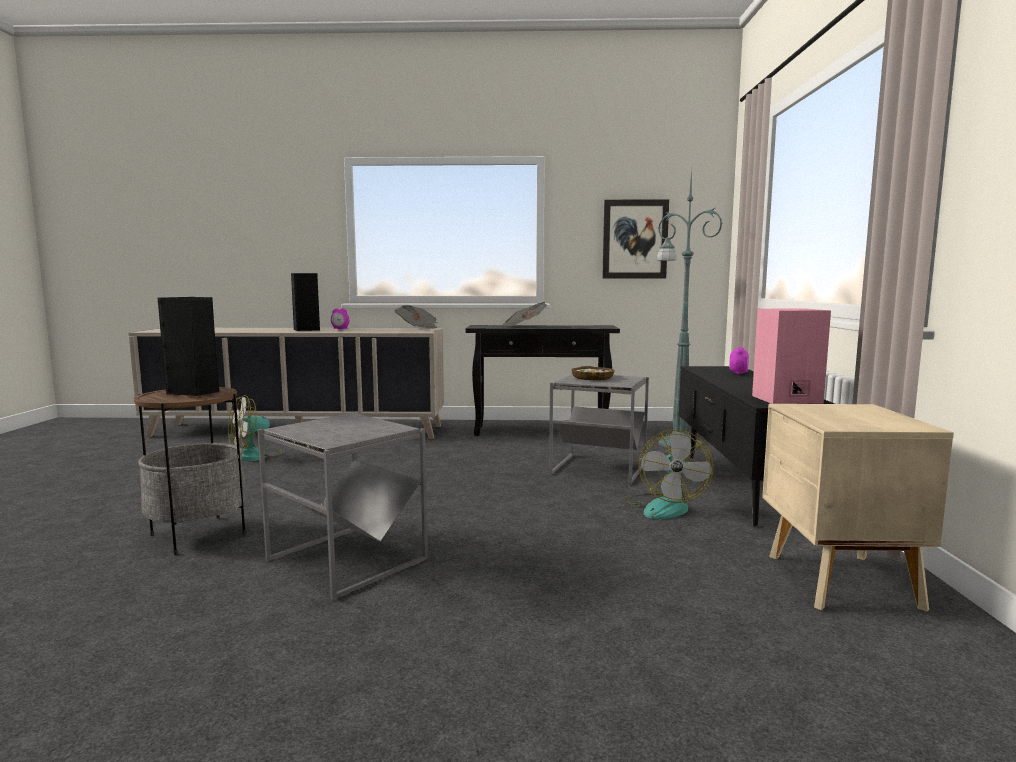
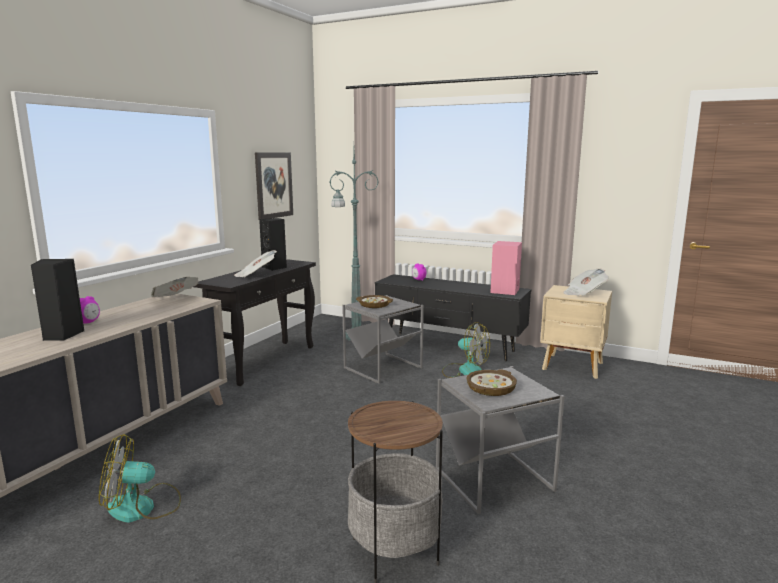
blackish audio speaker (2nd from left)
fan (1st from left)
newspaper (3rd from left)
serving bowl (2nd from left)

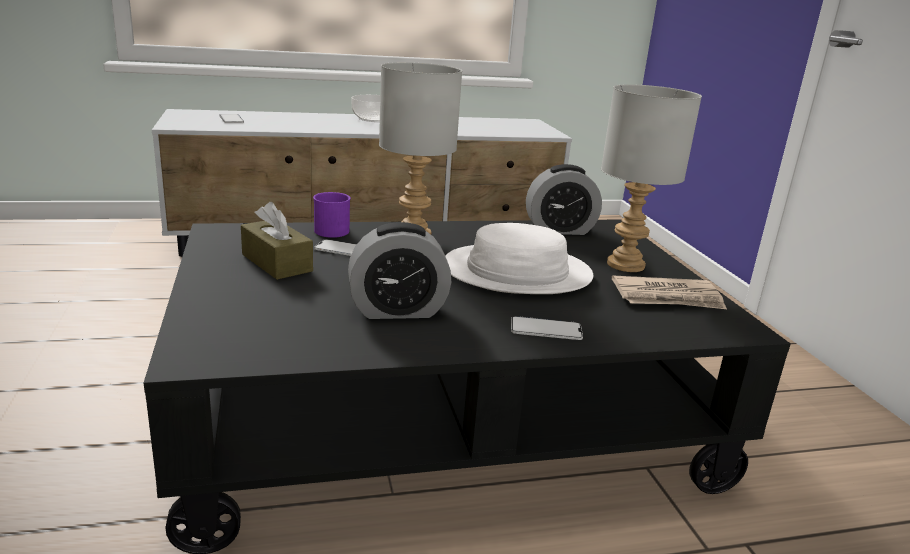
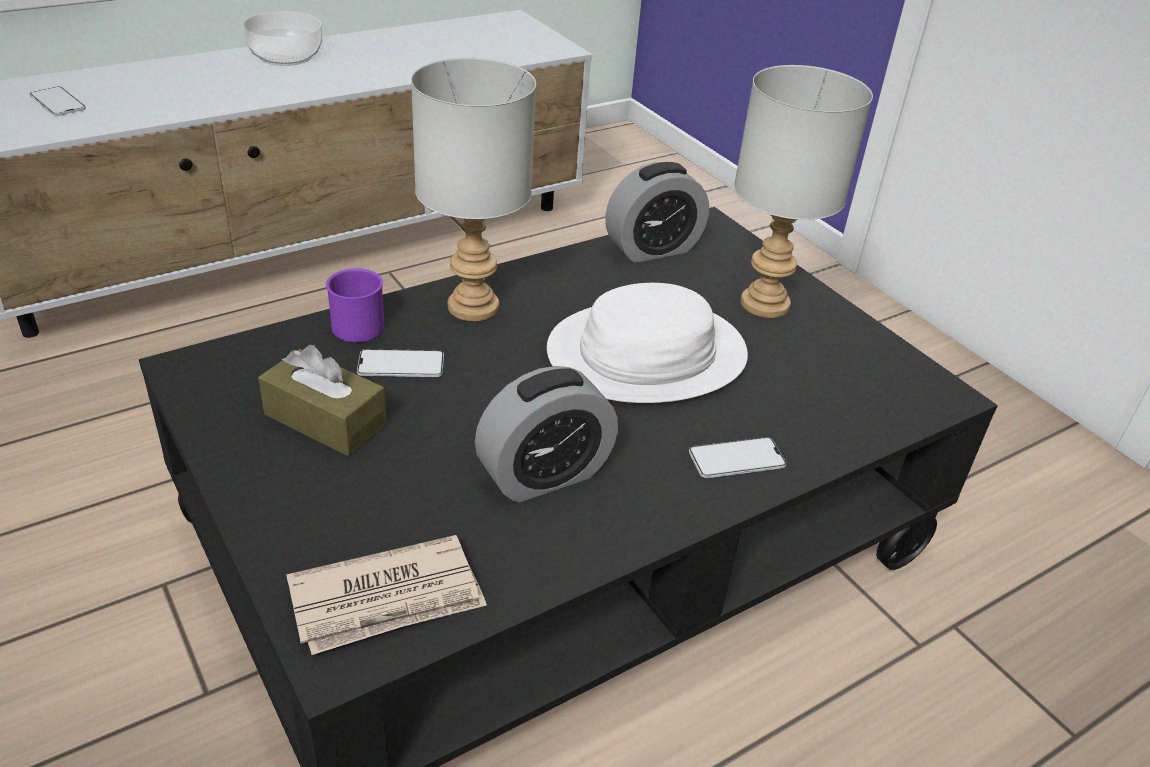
newspaper

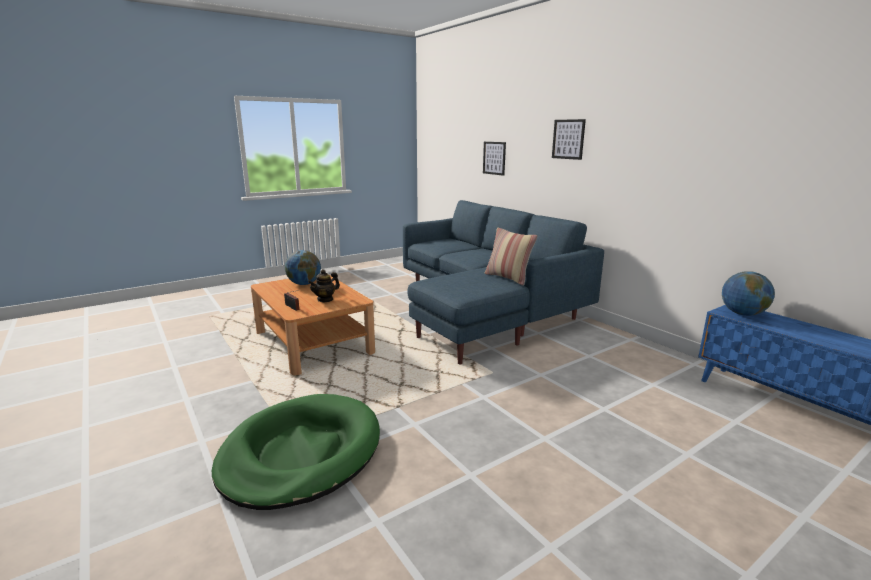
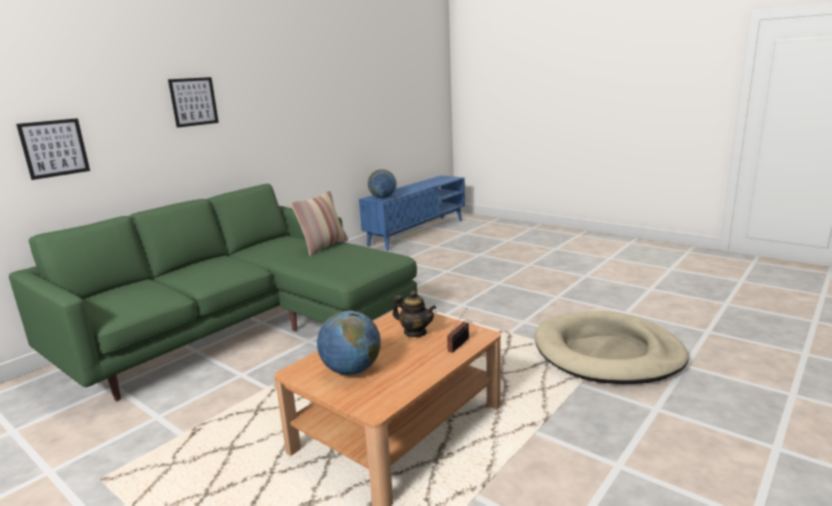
green-coloured settee
sand-coloured dog bed

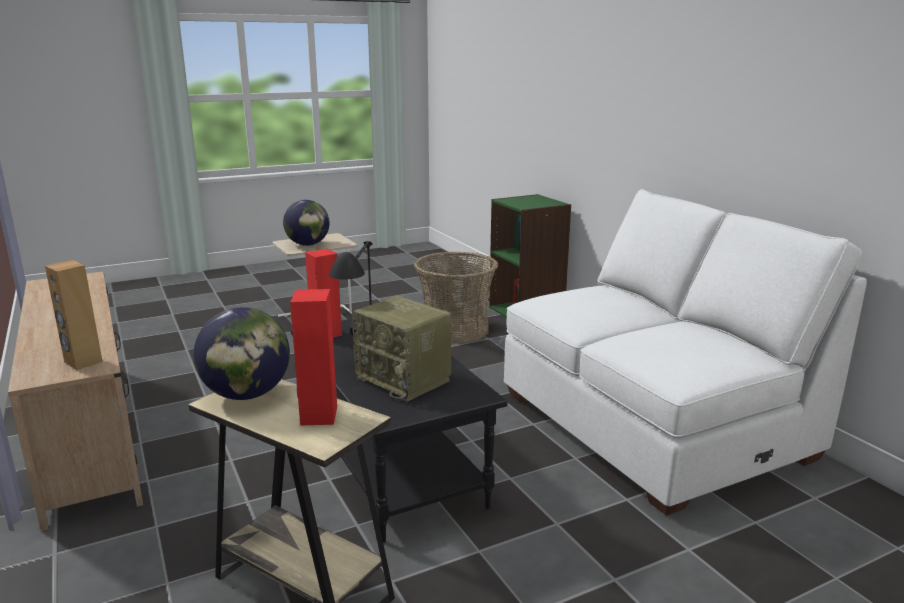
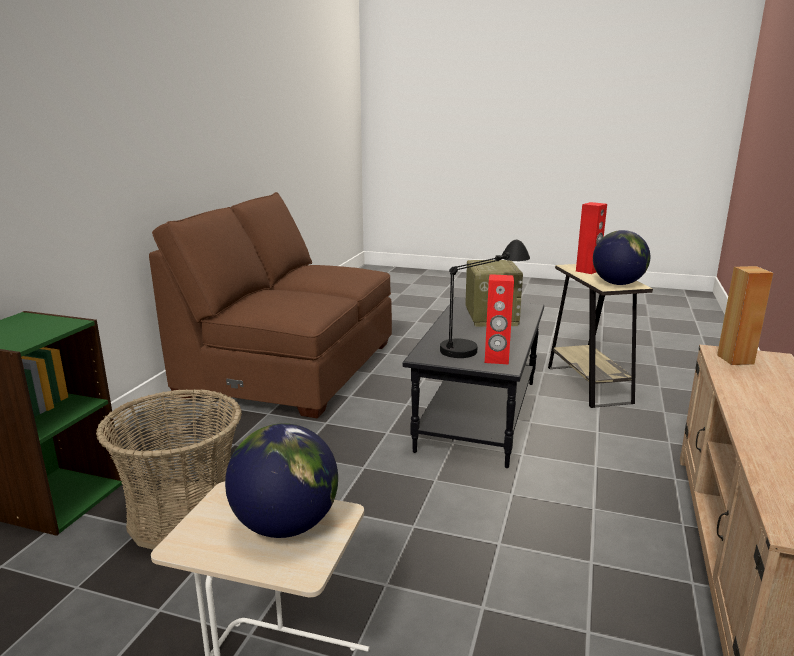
brown settee

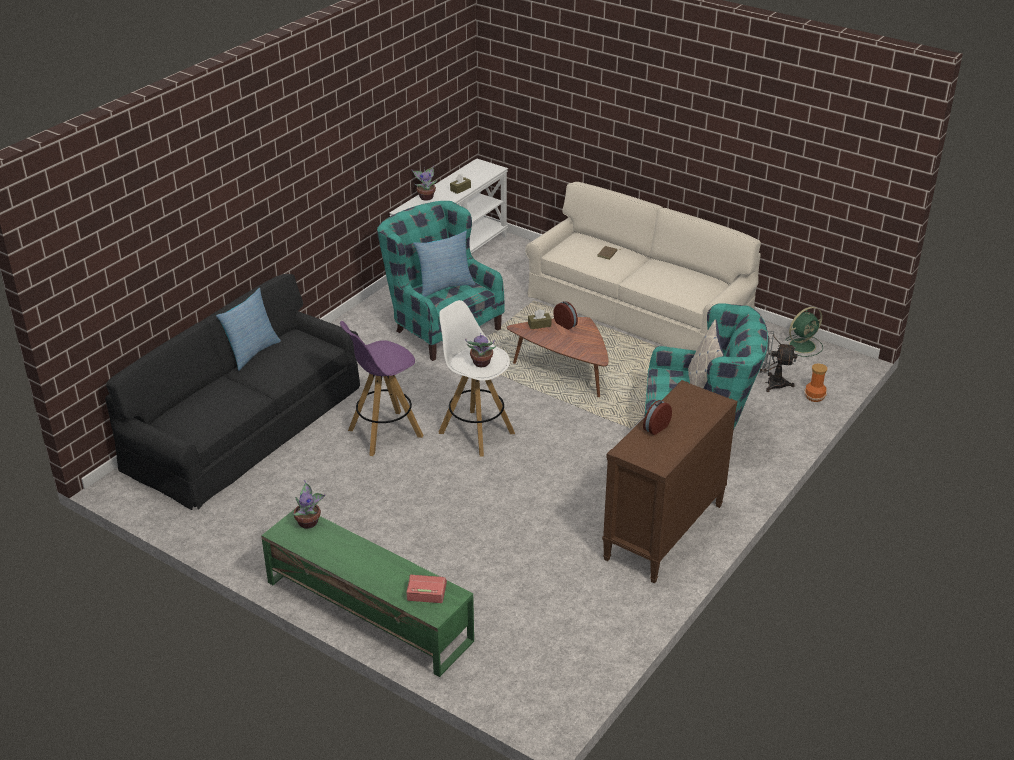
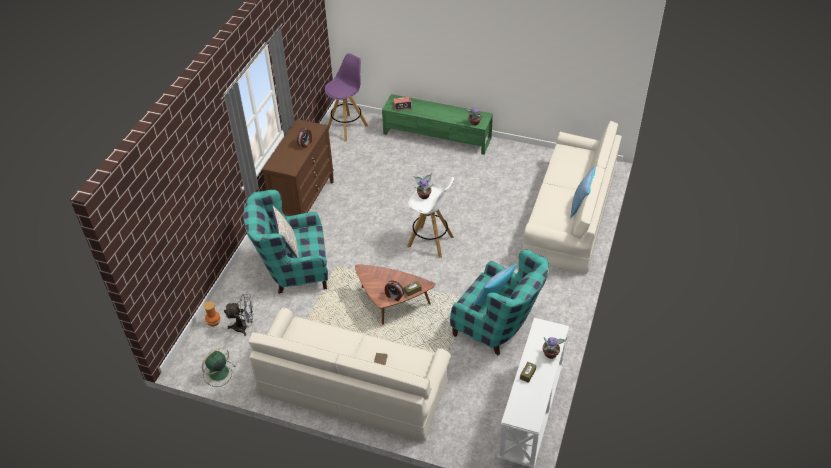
sand-coloured settee (2nd from left)
purplish stool seat

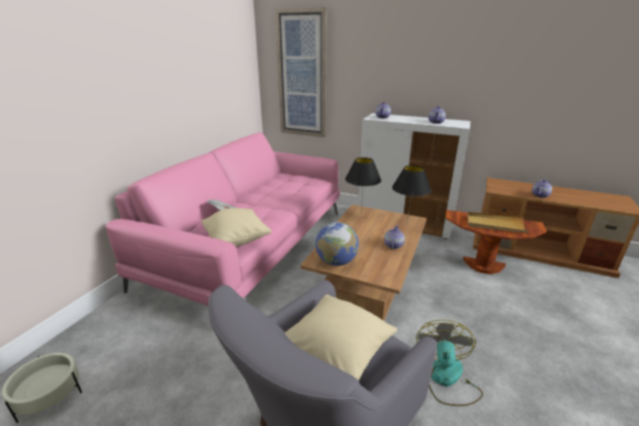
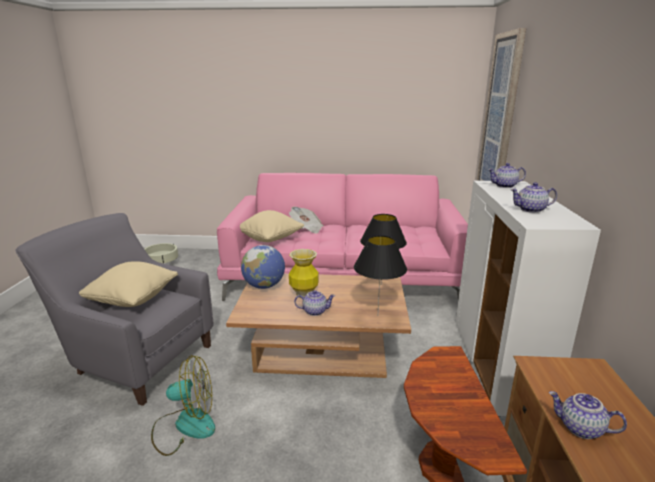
sand-coloured carrying tray
decorative vase

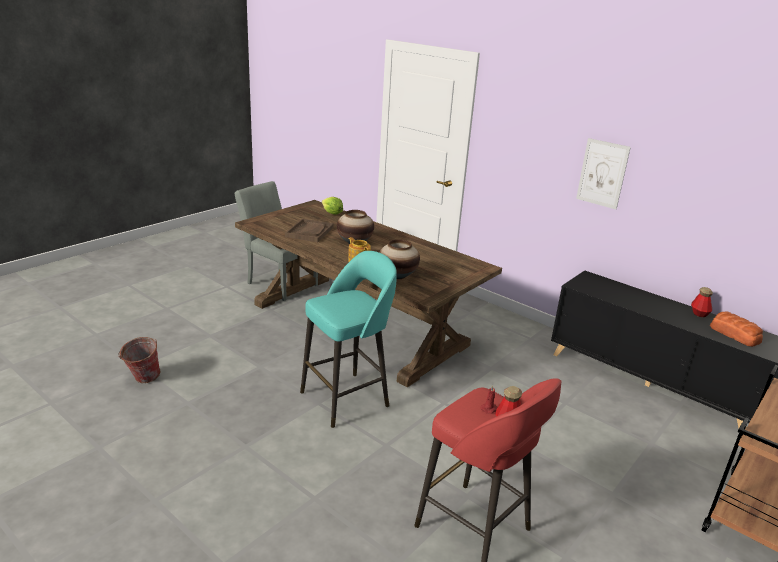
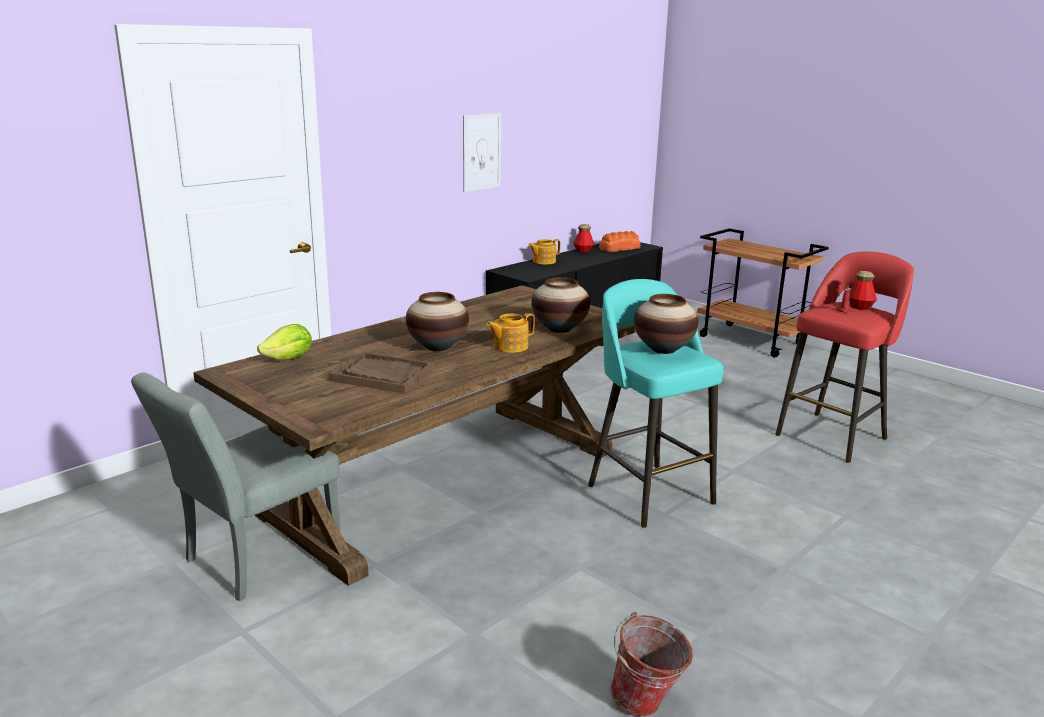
teapot (2nd from left)
decorative vase (3rd from left)

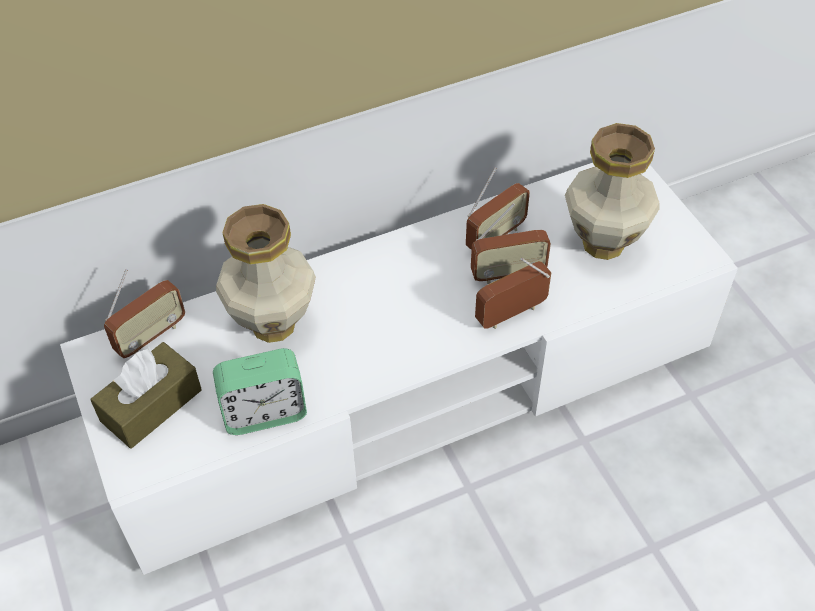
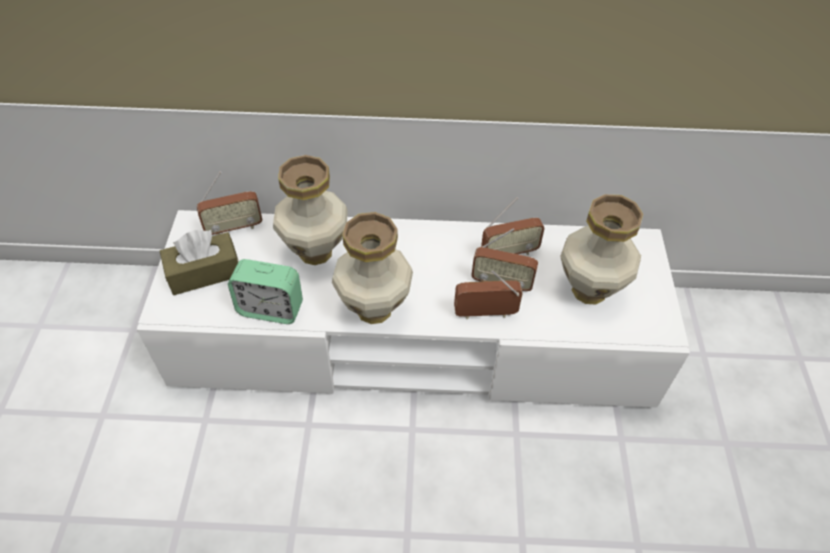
decorative vase (2nd from left)

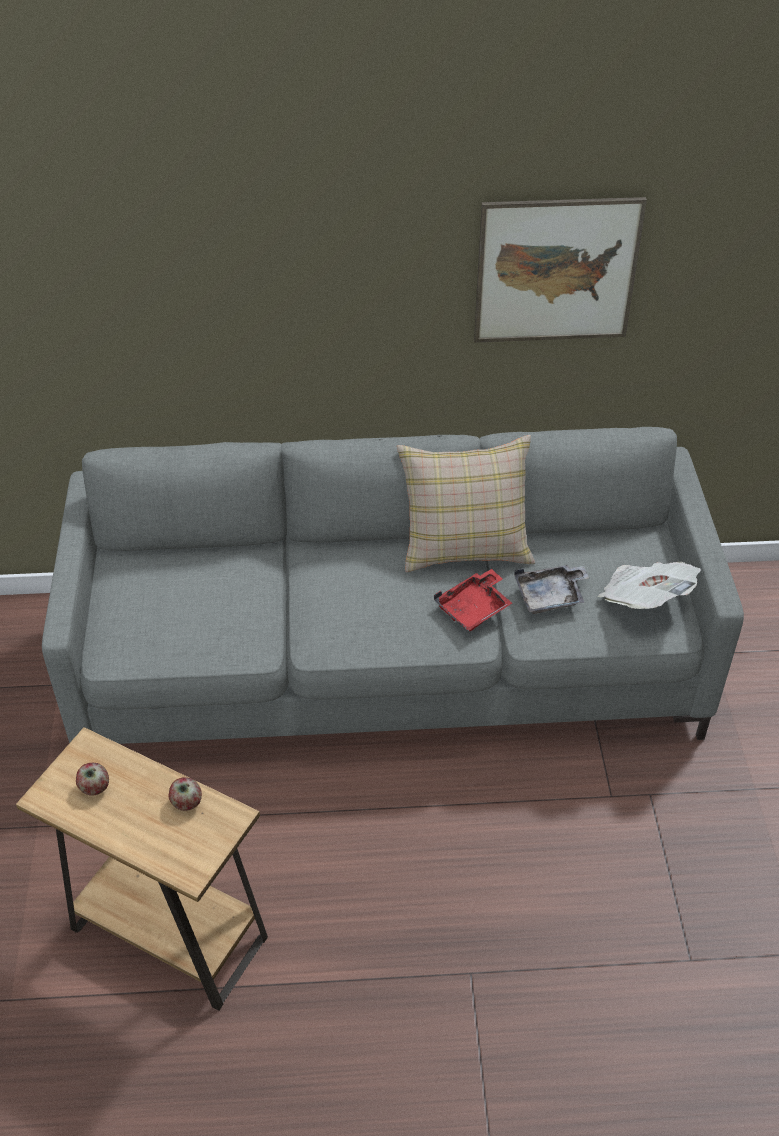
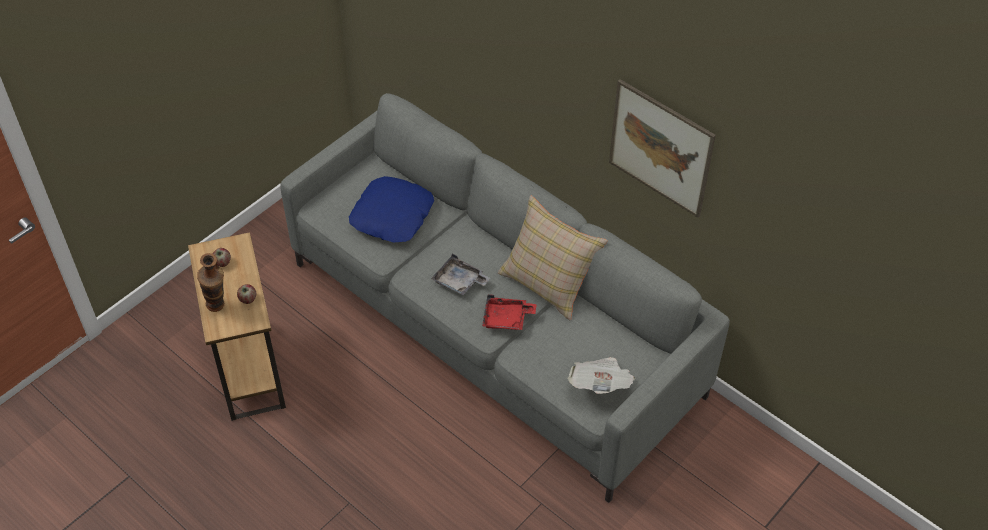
greyish carrying tray
blue-coloured pillow
decorative vase

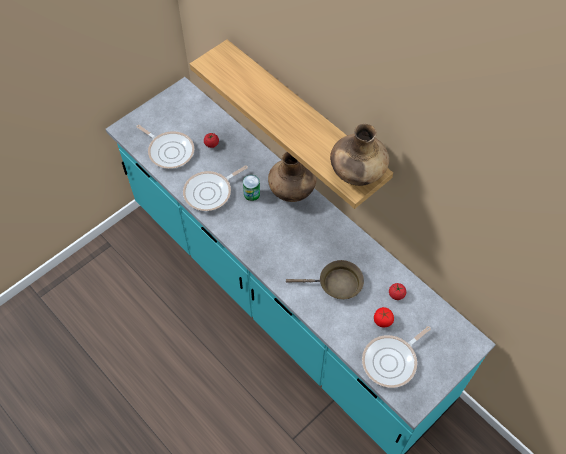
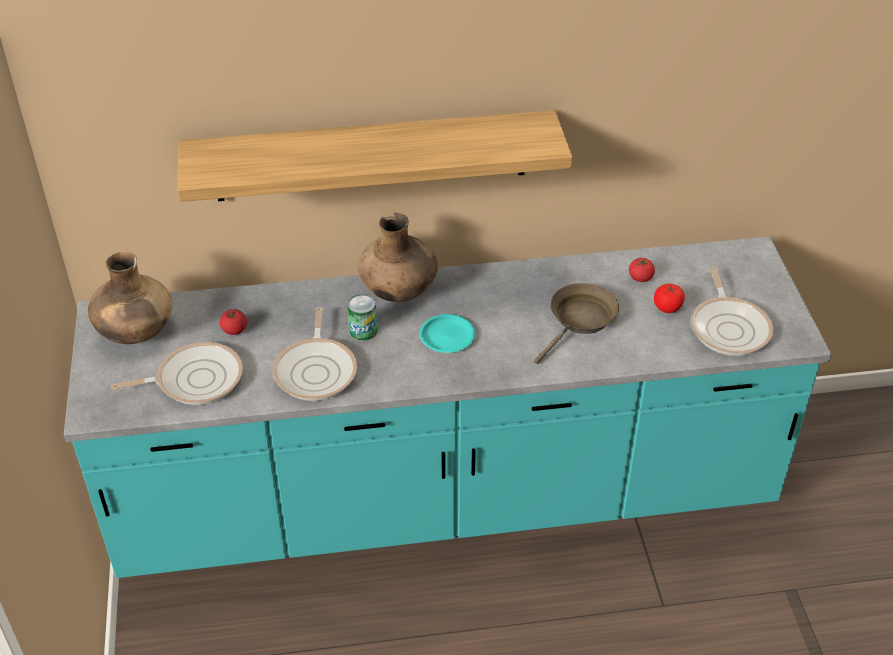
brown decorative vase (1st from left)
turquoise-coloured flat dish

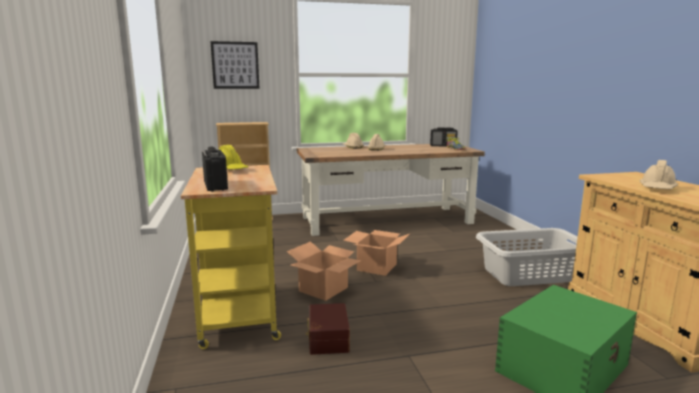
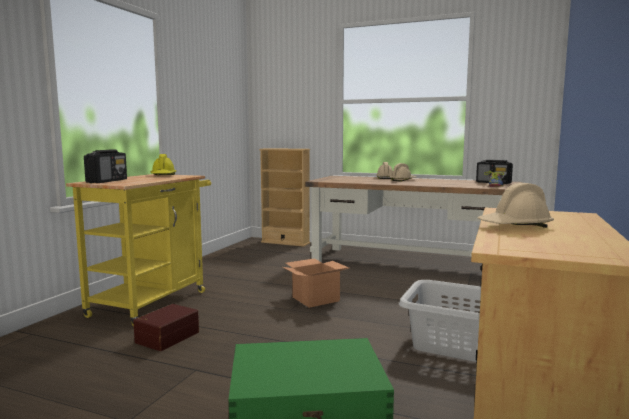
wall art
packing box (1st from left in the first image)

